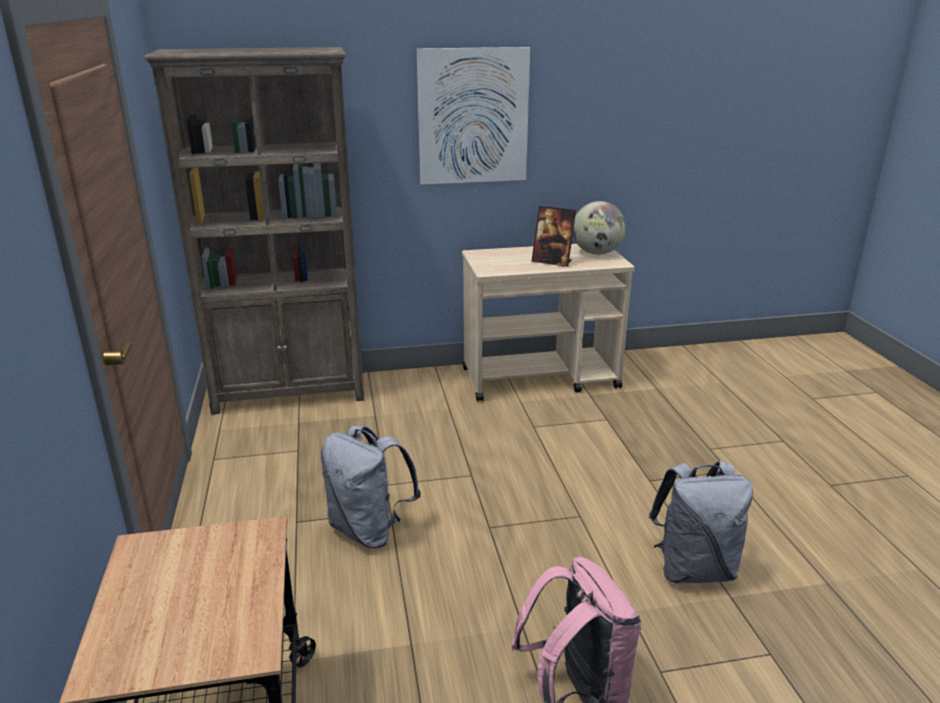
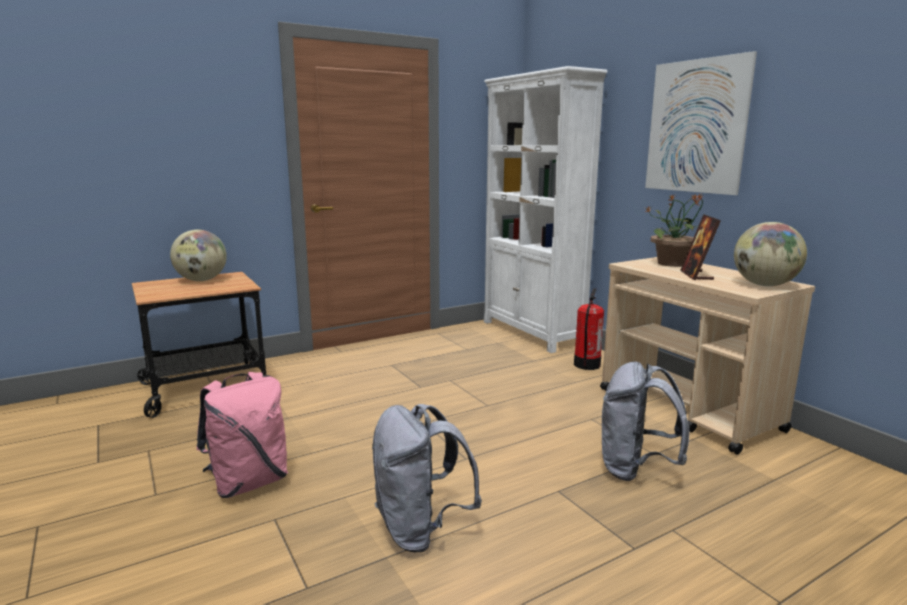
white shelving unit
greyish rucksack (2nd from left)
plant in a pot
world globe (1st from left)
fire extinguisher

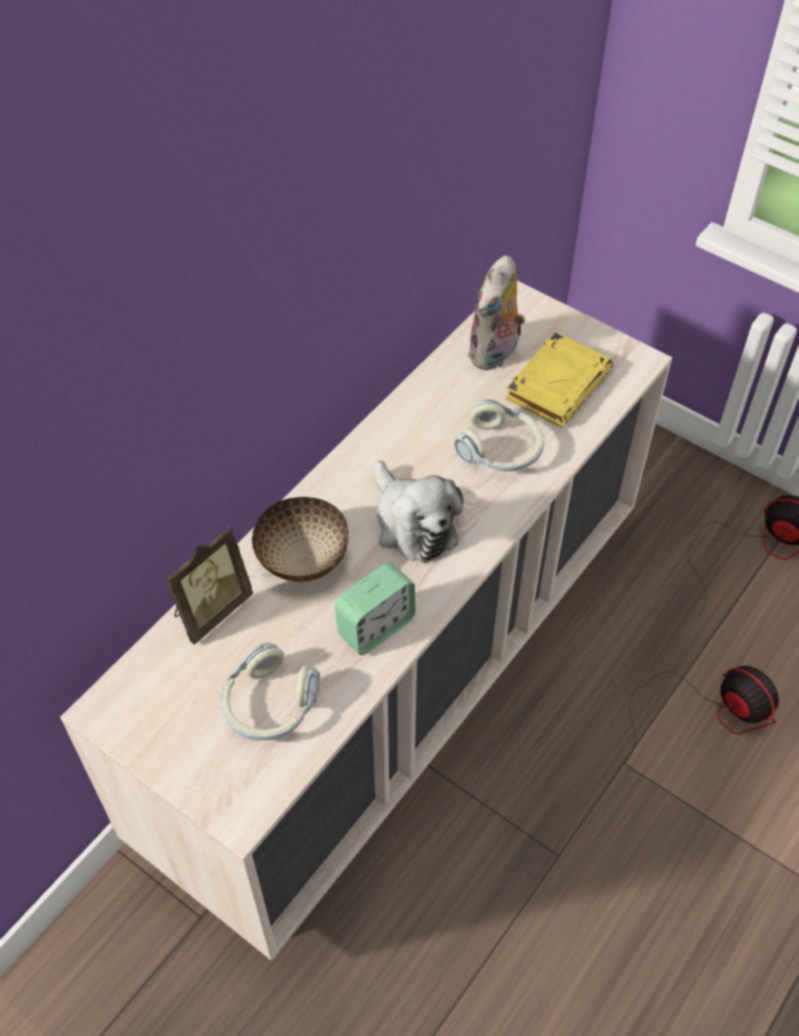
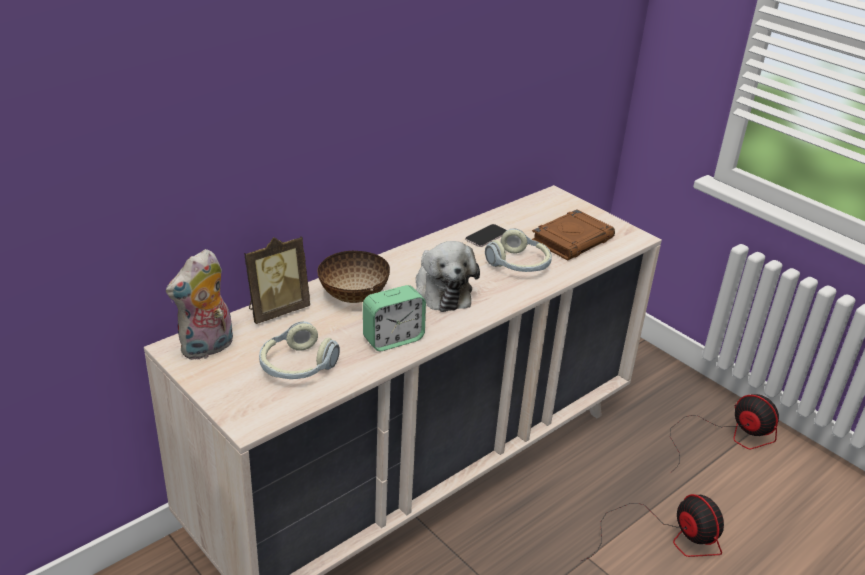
plush toy (1st from left)
brown bound book
phone

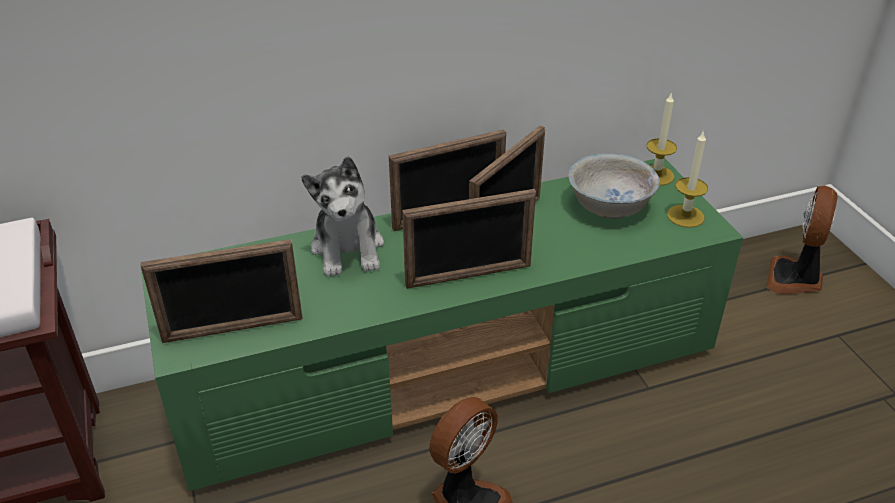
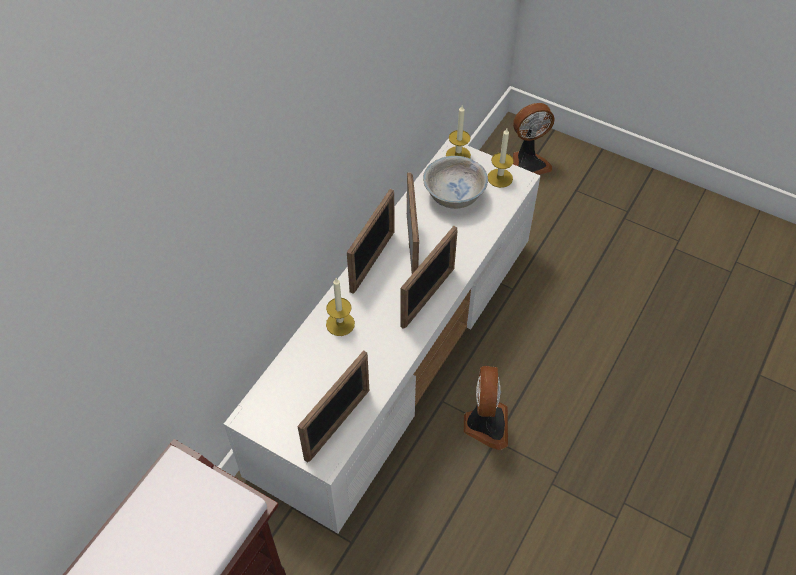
wax light (1st from left)
white tv unit
fan (2nd from left)

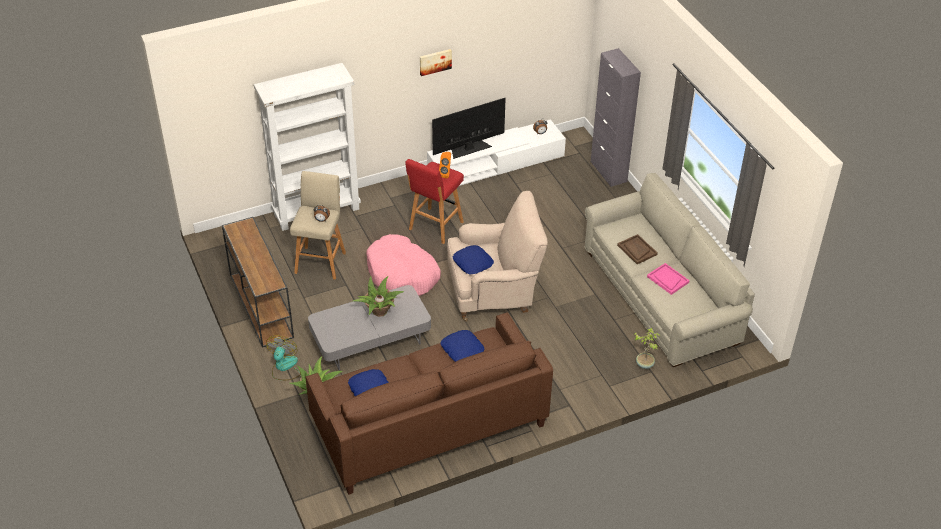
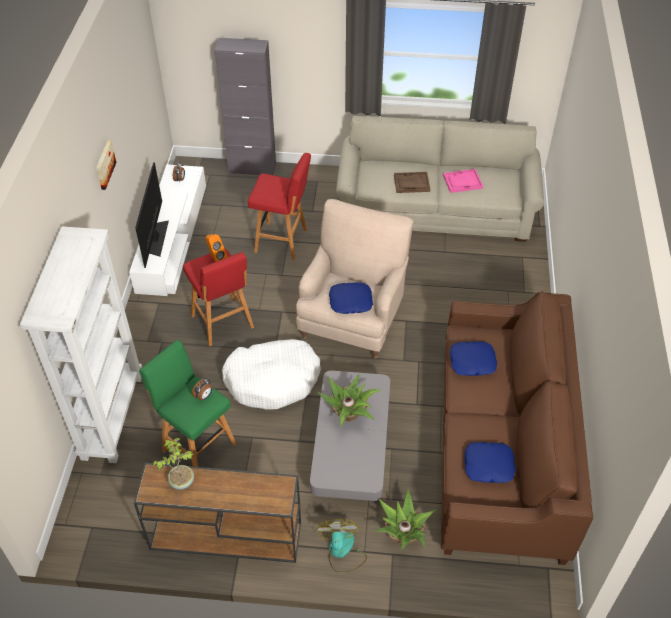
green-coloured stool seat
white dog bed
plant in a pot (1st from left)
fan
red-coloured stool seat (2nd from left)

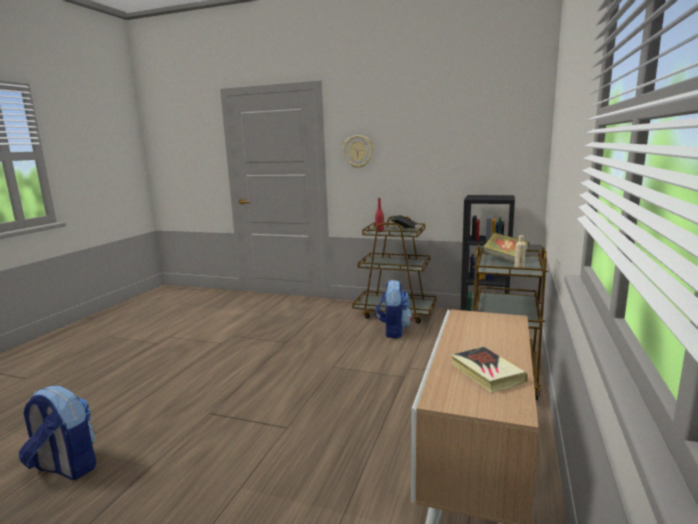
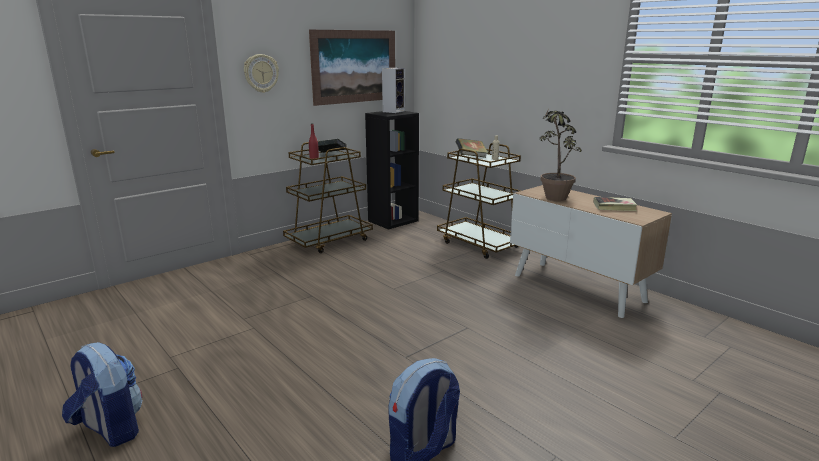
rucksack (1st from left)
wall art
audio speaker
plant in a pot

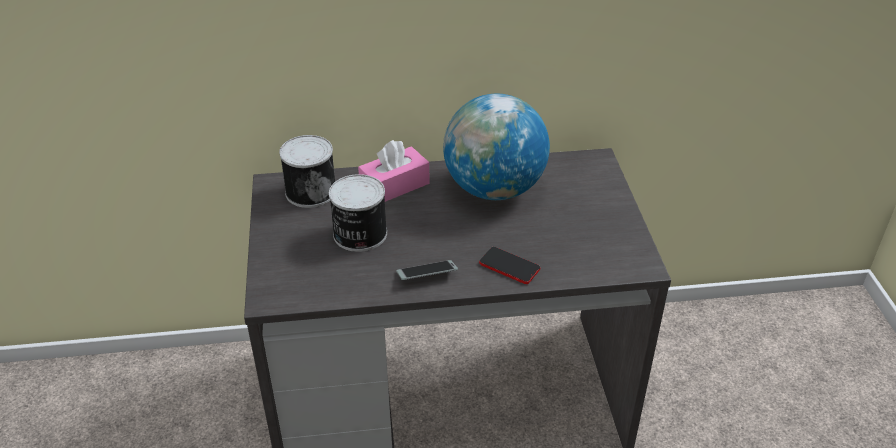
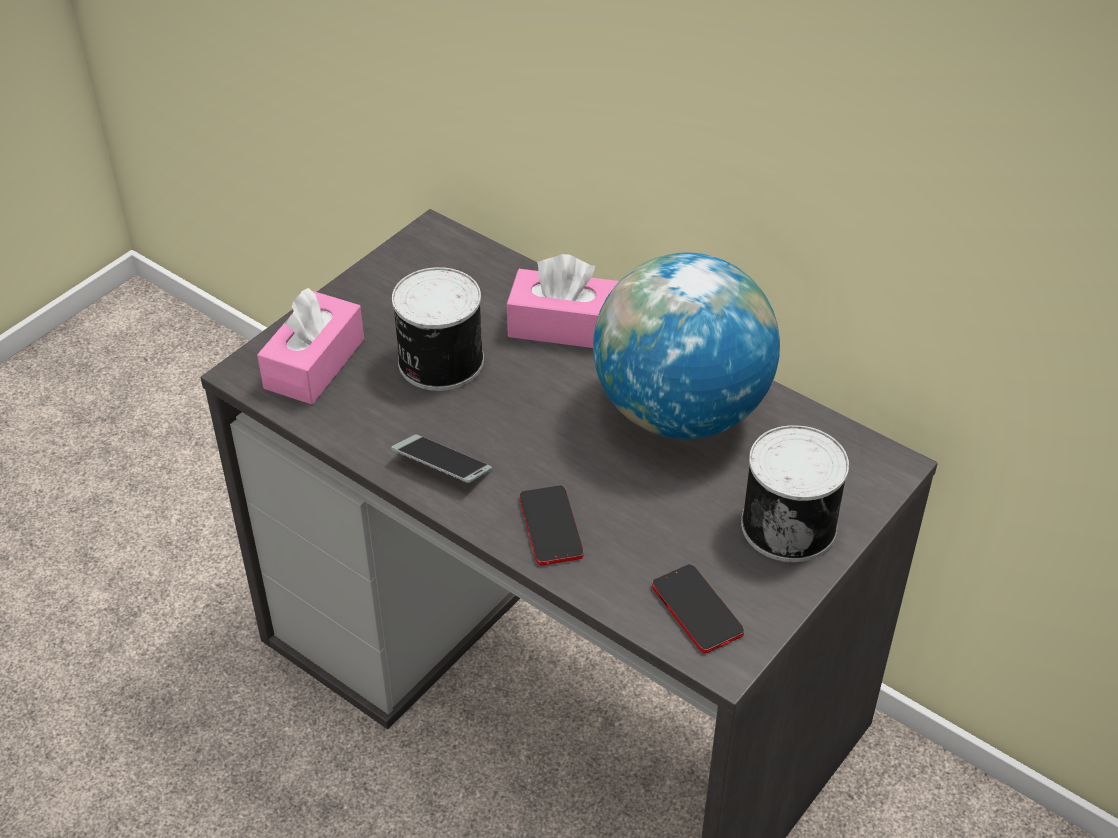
can (2nd from left)
pink tissue box (1st from left)
phone (3rd from left)

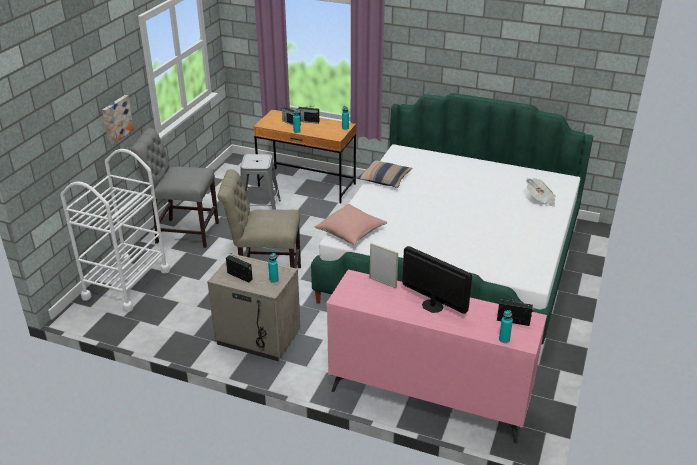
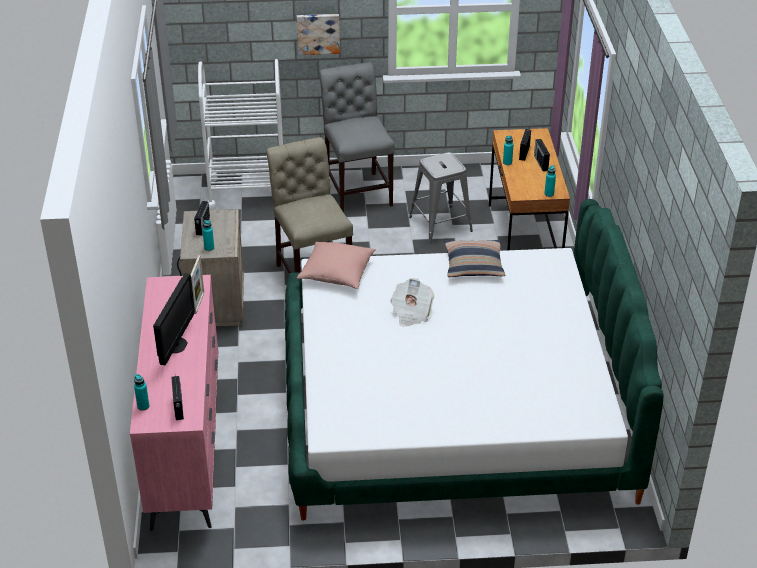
newspaper

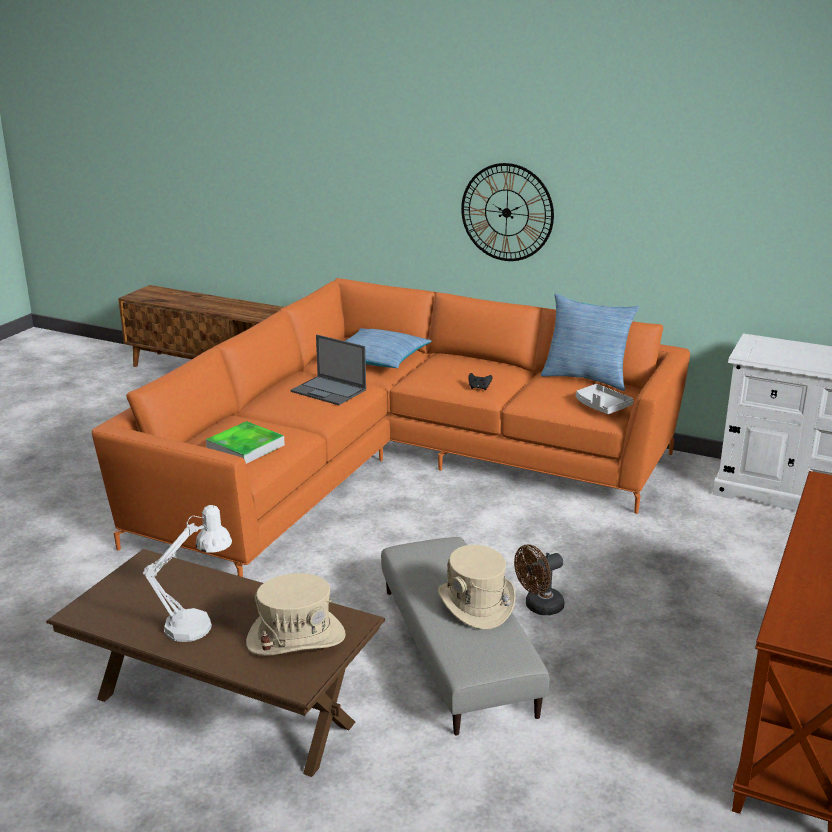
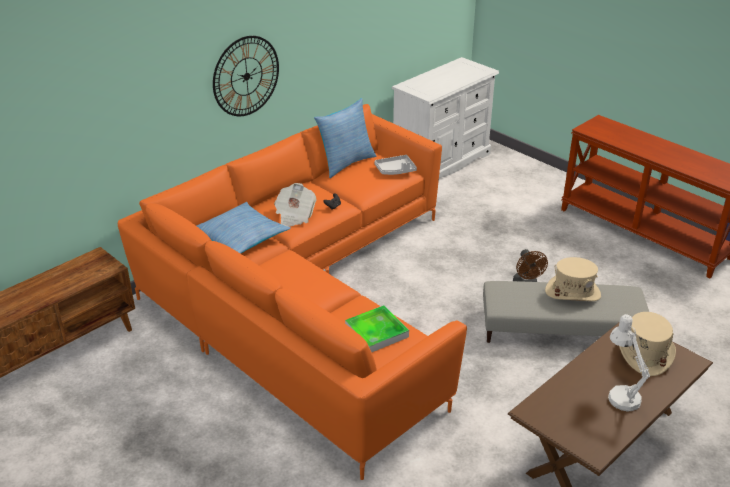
laptop
newspaper

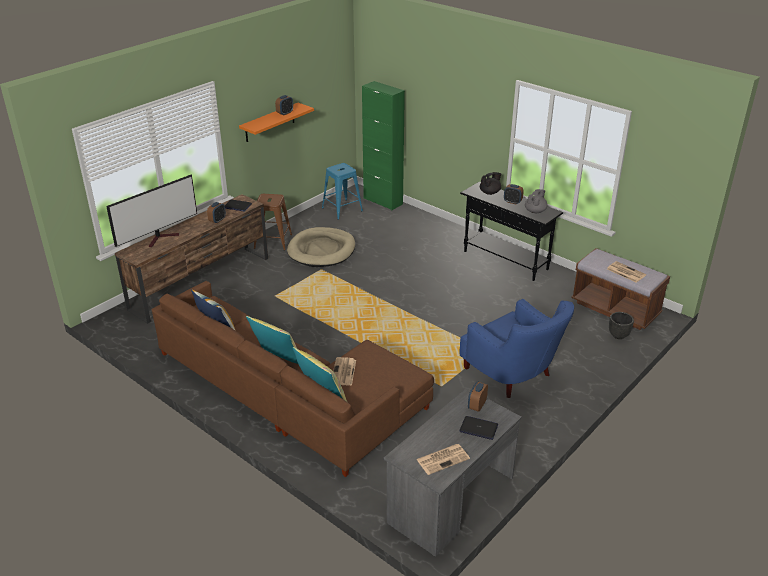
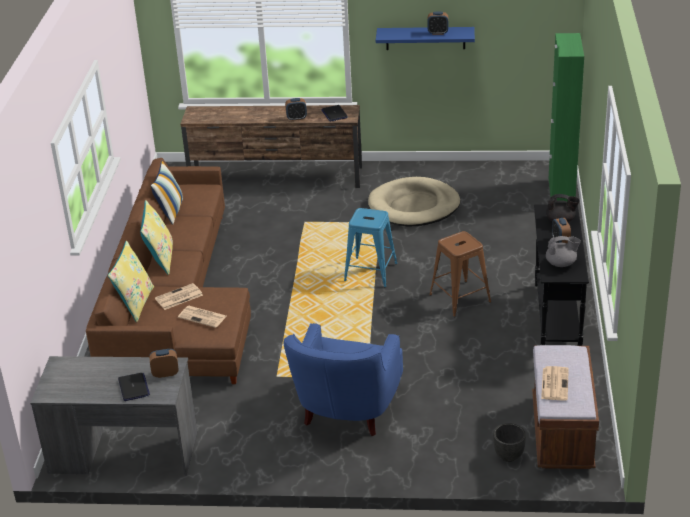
blue-coloured wall shelf
blue-coloured stool seat
television
brown stool seat
newspaper (2nd from left)

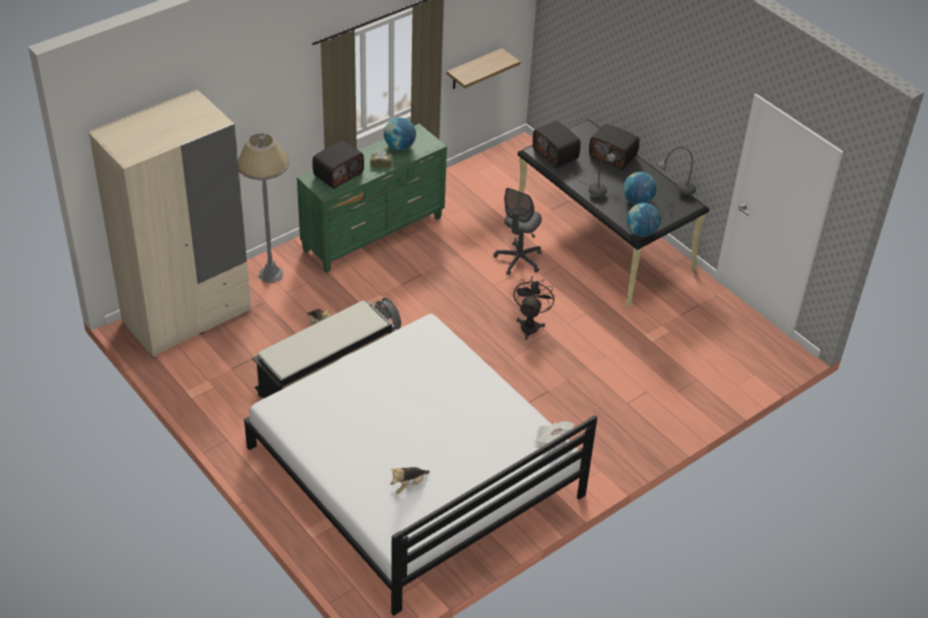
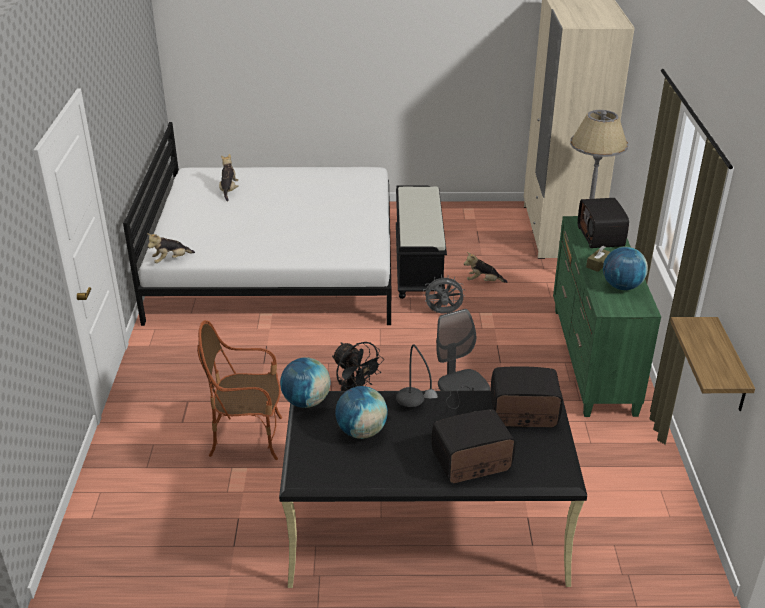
greyish lamp for a table (2nd from left in the first image)
plush toy (1st from left)
armchair

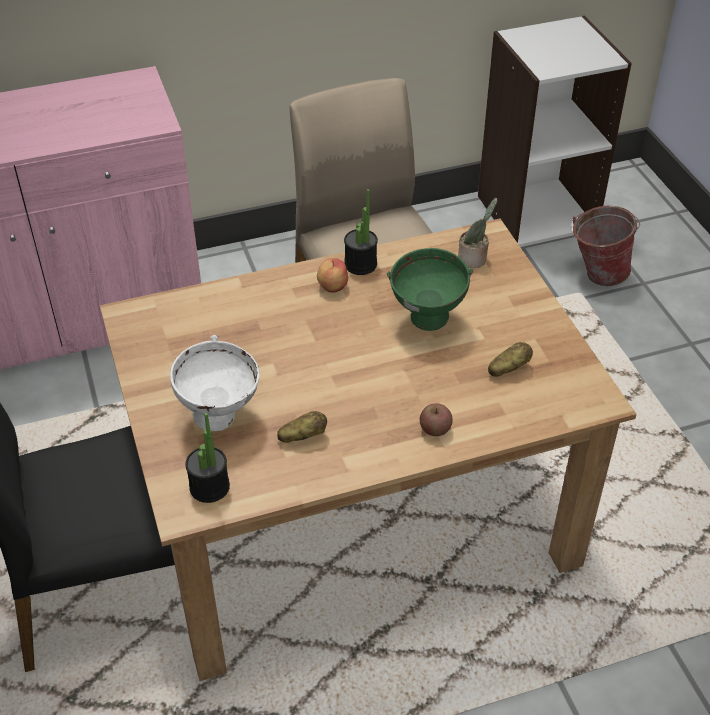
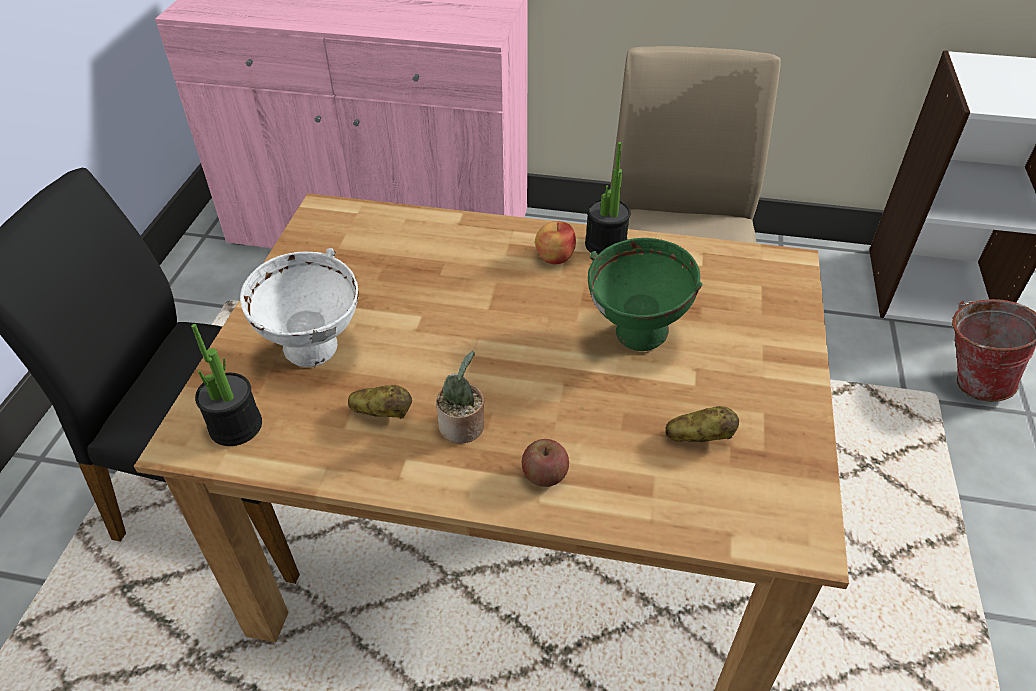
plant in a pot (2nd from left)

